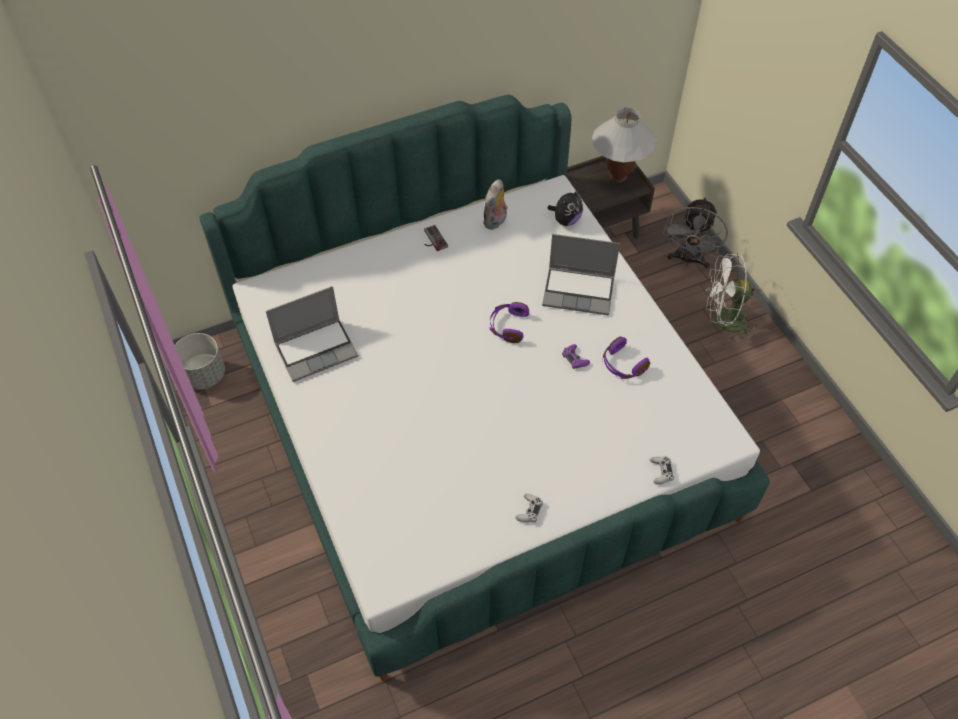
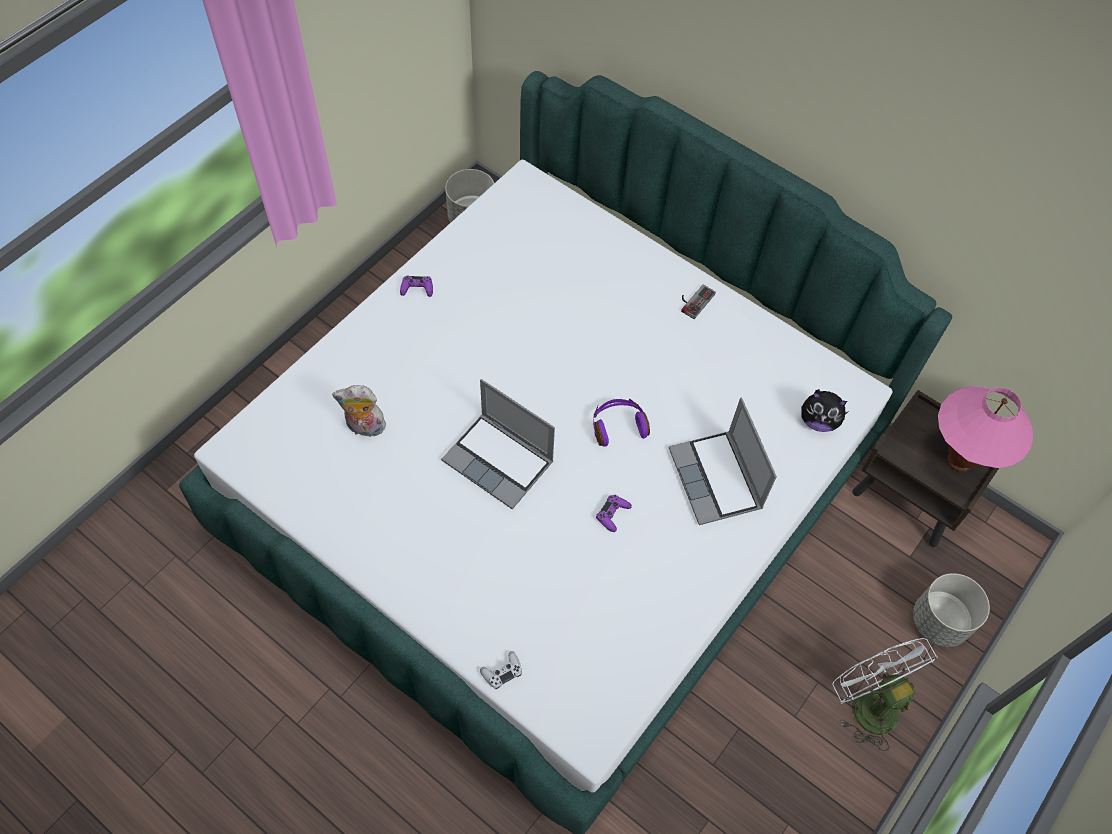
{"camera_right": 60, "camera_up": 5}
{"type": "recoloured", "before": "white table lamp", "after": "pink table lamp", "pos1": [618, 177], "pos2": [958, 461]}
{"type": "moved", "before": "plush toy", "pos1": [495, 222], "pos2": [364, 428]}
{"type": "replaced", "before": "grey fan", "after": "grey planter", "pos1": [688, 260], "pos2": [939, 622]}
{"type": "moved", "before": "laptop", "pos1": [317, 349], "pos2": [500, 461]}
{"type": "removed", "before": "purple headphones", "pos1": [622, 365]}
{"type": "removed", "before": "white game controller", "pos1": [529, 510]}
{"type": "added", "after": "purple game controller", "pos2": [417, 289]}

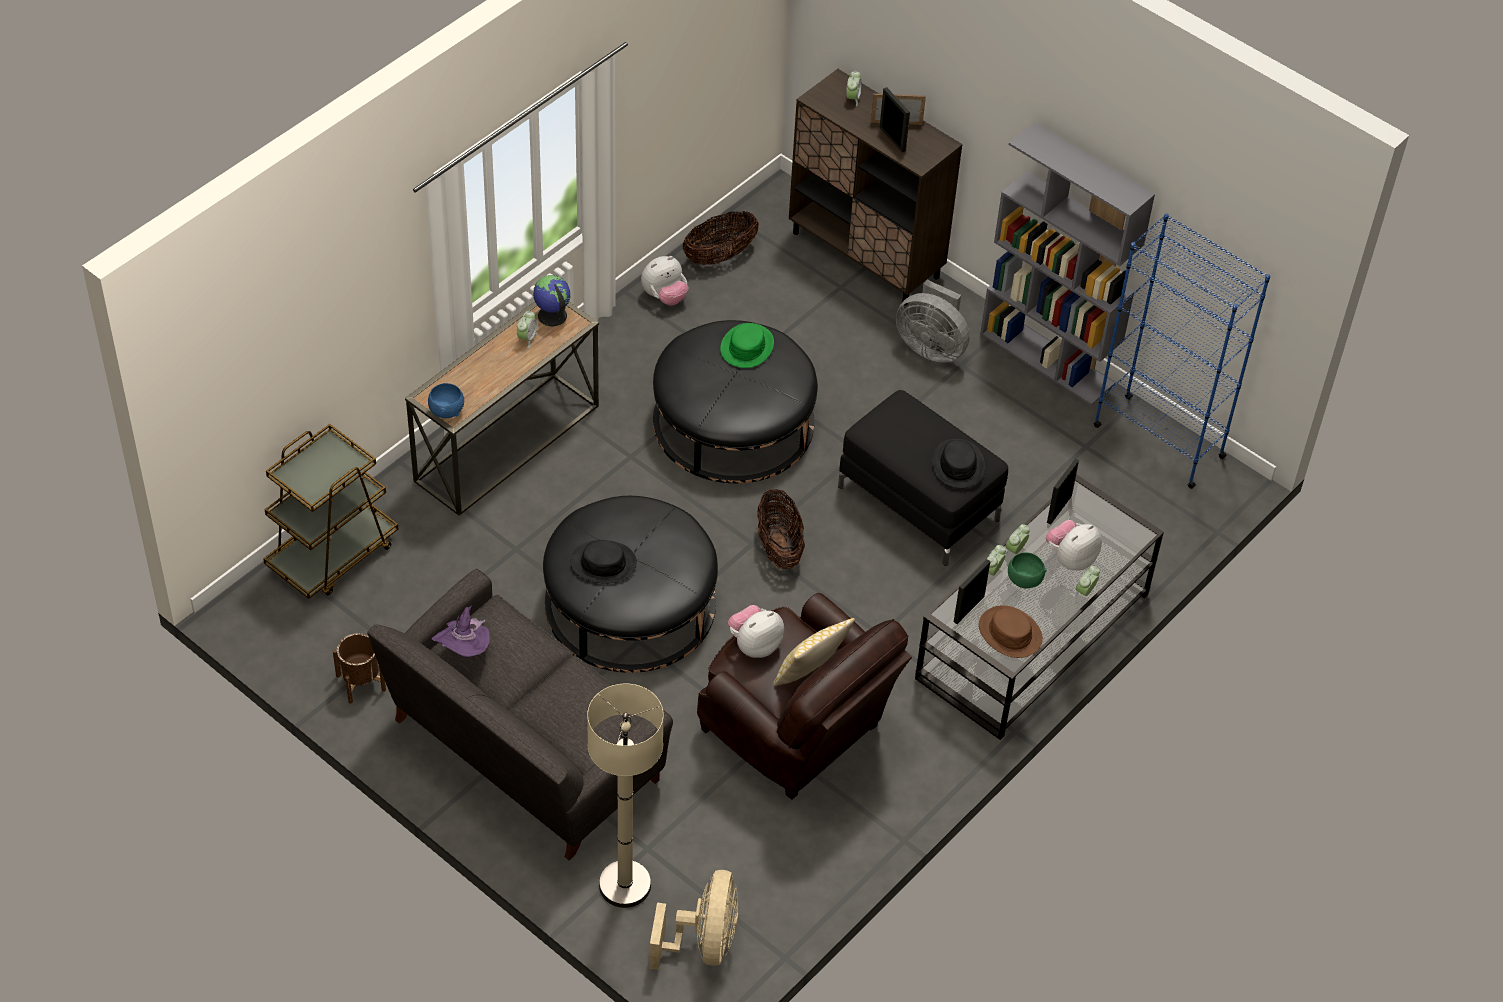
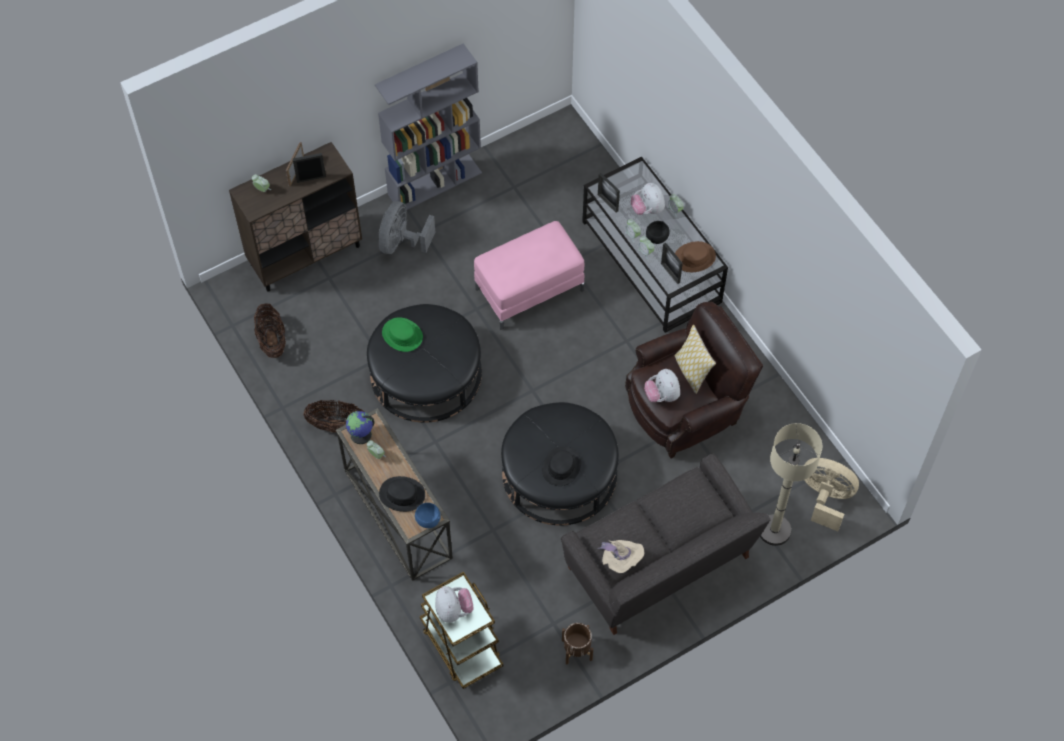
{"camera_right": -70, "camera_up": 10}
{"type": "removed", "before": "blue bookcase", "pos1": [1158, 440]}
{"type": "moved", "before": "plush toy", "pos1": [664, 297], "pos2": [453, 610]}
{"type": "turned", "before": "grey fan", "pos1": [931, 347], "pos2": [401, 243], "turn": 150}
{"type": "recoloured", "before": "black ottoman", "after": "pink ottoman", "pos1": [920, 503], "pos2": [529, 288]}
{"type": "moved", "before": "black hat", "pos1": [958, 465], "pos2": [402, 494]}
{"type": "moved", "before": "basket", "pos1": [779, 547], "pos2": [336, 425]}
{"type": "recoloured", "before": "green bowl", "after": "black bowl", "pos1": [1023, 580], "pos2": [656, 238]}
{"type": "recoloured", "before": "purple hat", "after": "beige hat", "pos1": [465, 649], "pos2": [621, 560]}

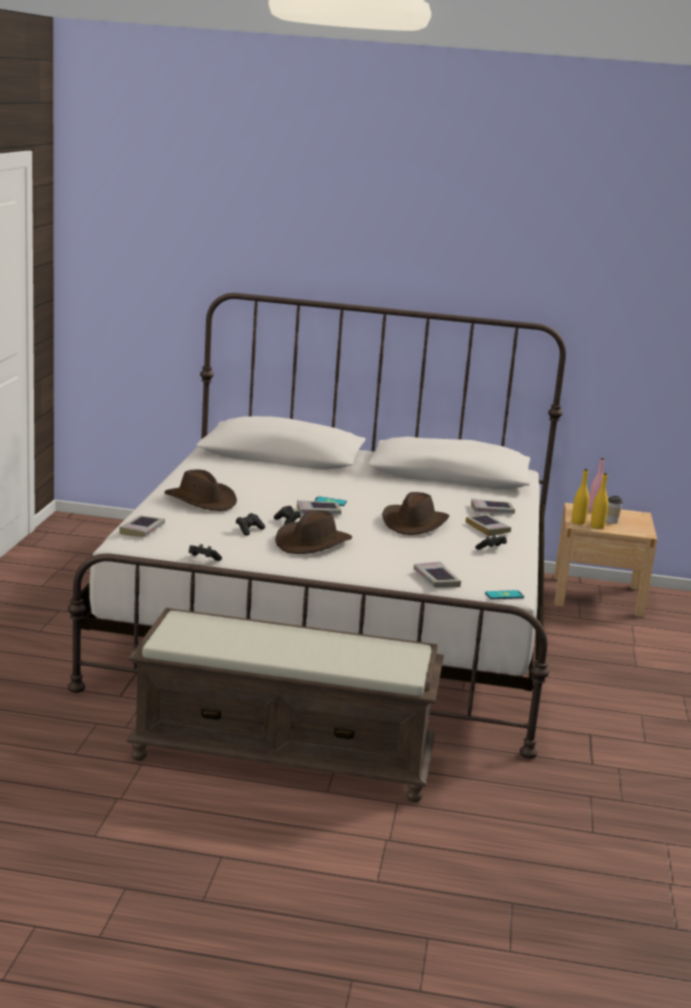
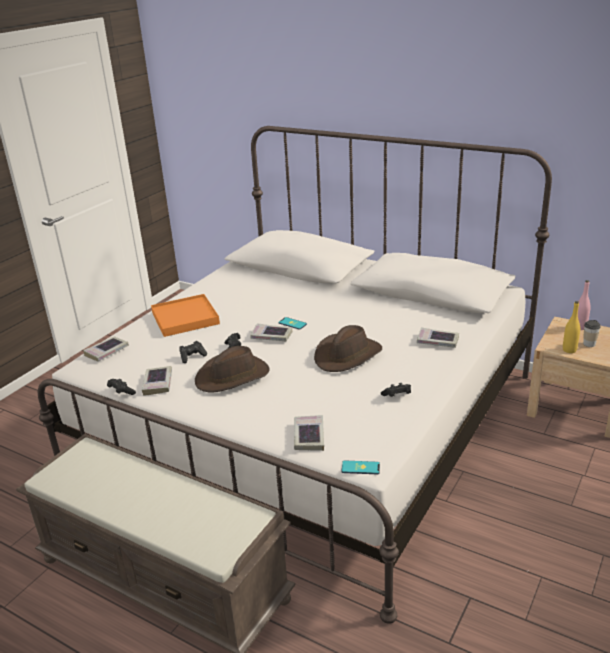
{"camera_right": 25, "camera_up": 10}
{"type": "removed", "before": "yellow bottle", "pos1": [578, 522]}
{"type": "replaced", "before": "brown hat", "after": "orange tray", "pos1": [201, 500], "pos2": [185, 318]}
{"type": "moved", "before": "book", "pos1": [487, 528], "pos2": [158, 383]}

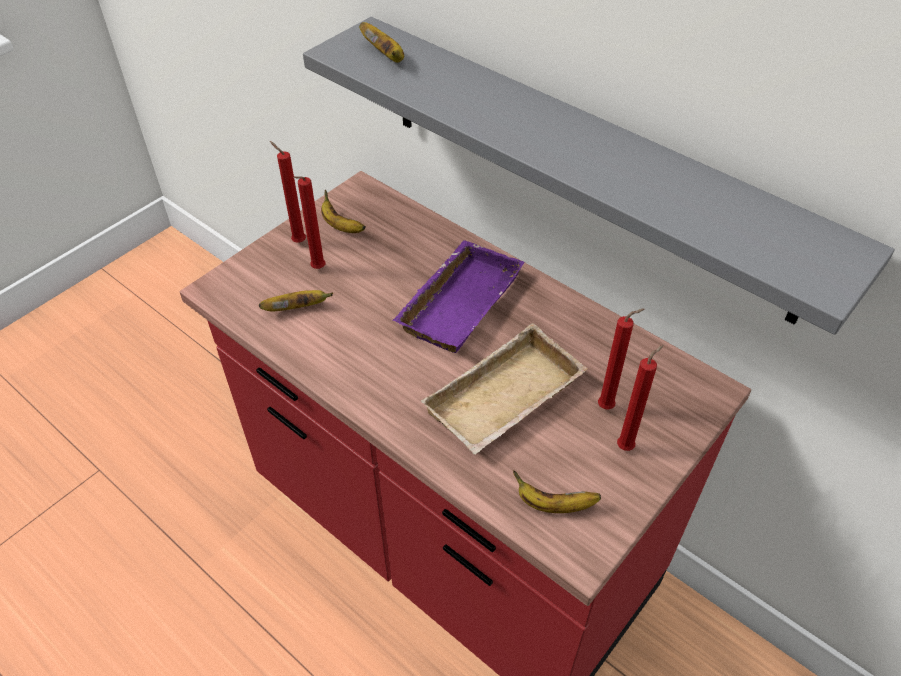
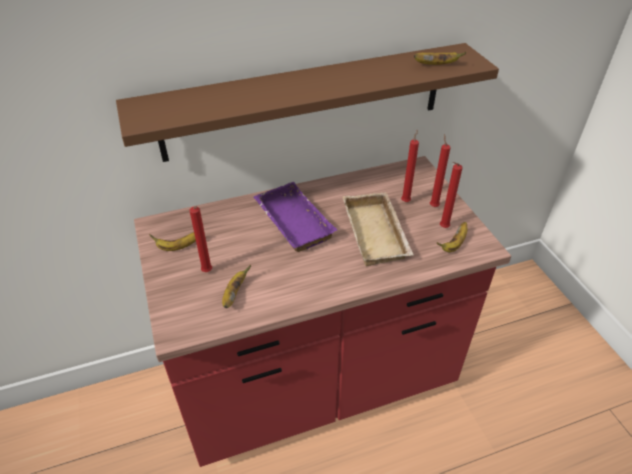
{"camera_right": -60, "camera_up": -5}
{"type": "recoloured", "before": "grey shelf", "after": "brown shelf", "pos1": [583, 164], "pos2": [305, 102]}
{"type": "moved", "before": "banana", "pos1": [385, 55], "pos2": [436, 65]}
{"type": "moved", "before": "red candle", "pos1": [297, 241], "pos2": [442, 228]}

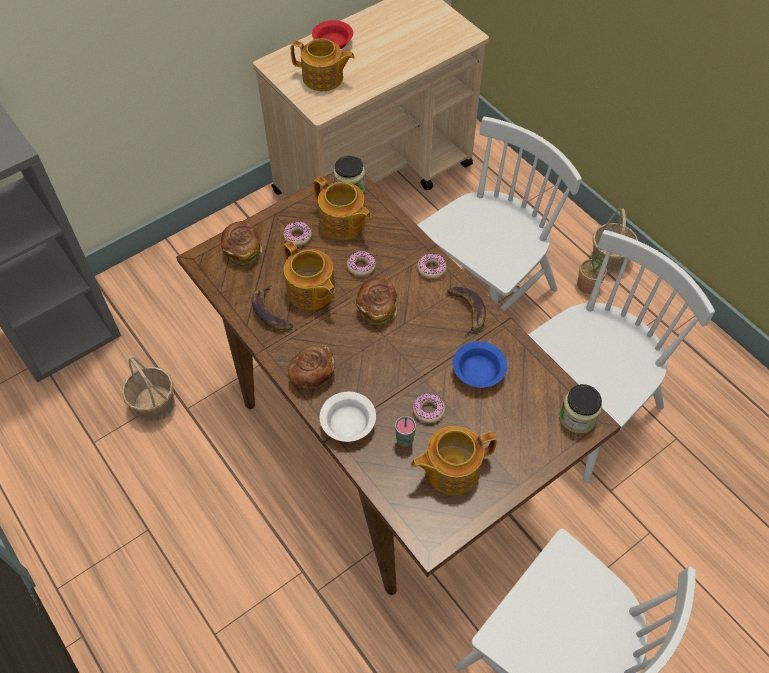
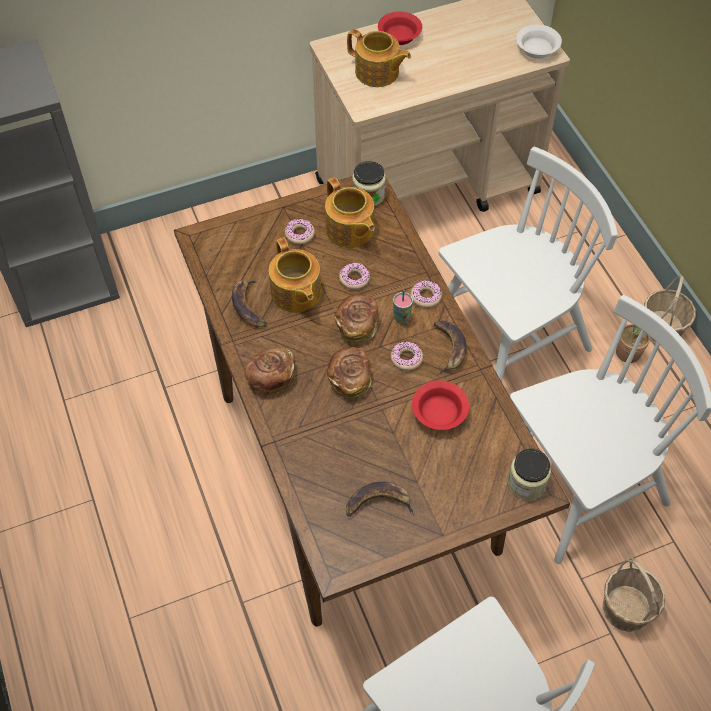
{"camera_right": 15, "camera_up": 0}
{"type": "moved", "before": "bread", "pos1": [242, 250], "pos2": [350, 379]}
{"type": "recoloured", "before": "blue bowl", "after": "red bowl", "pos1": [477, 372], "pos2": [438, 413]}
{"type": "moved", "before": "basket", "pos1": [154, 404], "pos2": [626, 608]}
{"type": "moved", "before": "white bowl", "pos1": [349, 423], "pos2": [538, 50]}
{"type": "moved", "before": "donut", "pos1": [428, 410], "pos2": [406, 358]}
{"type": "moved", "before": "cup", "pos1": [404, 440], "pos2": [401, 318]}
{"type": "replaced", "before": "teapot", "after": "banana", "pos1": [450, 469], "pos2": [379, 503]}

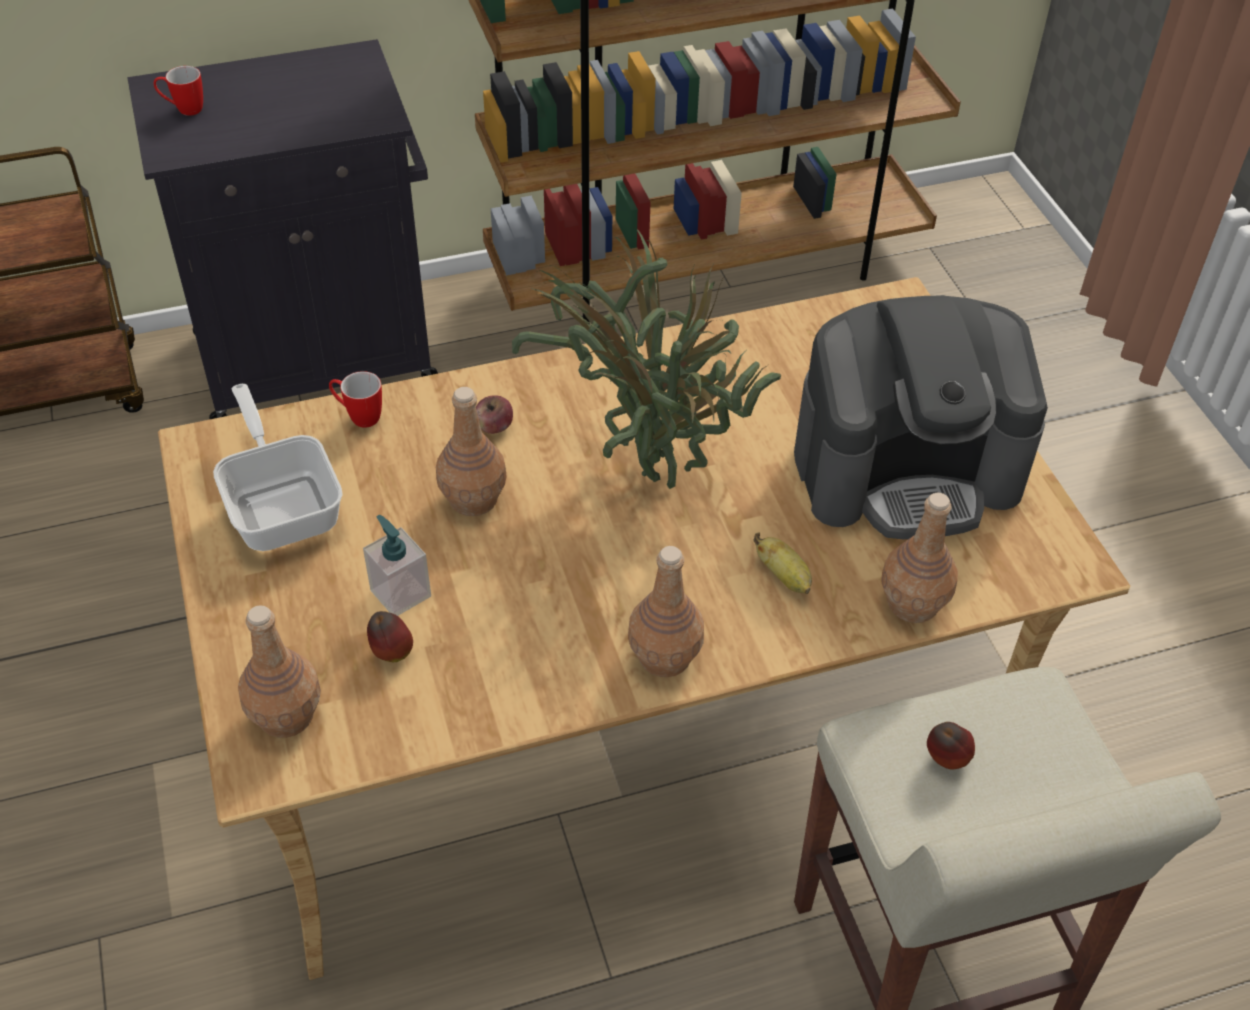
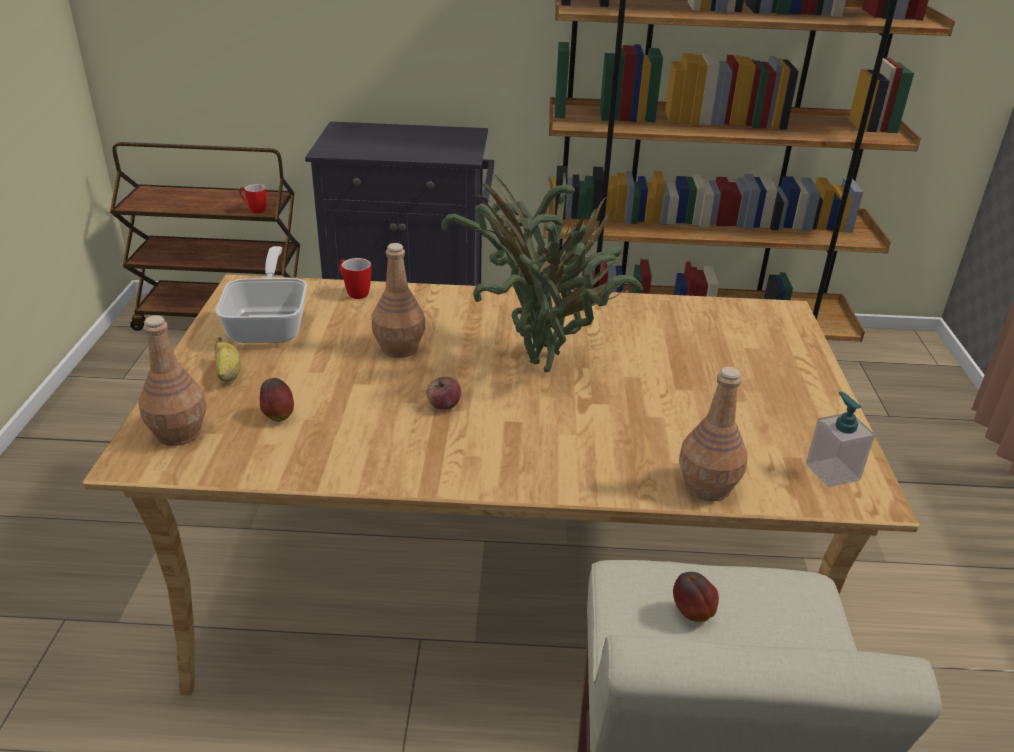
{"camera_right": 20, "camera_up": -15}
{"type": "moved", "before": "mug", "pos1": [183, 109], "pos2": [254, 210]}
{"type": "removed", "before": "coffee machine", "pos1": [907, 469]}
{"type": "moved", "before": "apple", "pos1": [494, 427], "pos2": [443, 405]}
{"type": "moved", "before": "soap dispenser", "pos1": [400, 593], "pos2": [832, 471]}
{"type": "moved", "before": "banana", "pos1": [784, 577], "pos2": [228, 374]}
{"type": "removed", "before": "brown bottle", "pos1": [663, 655]}

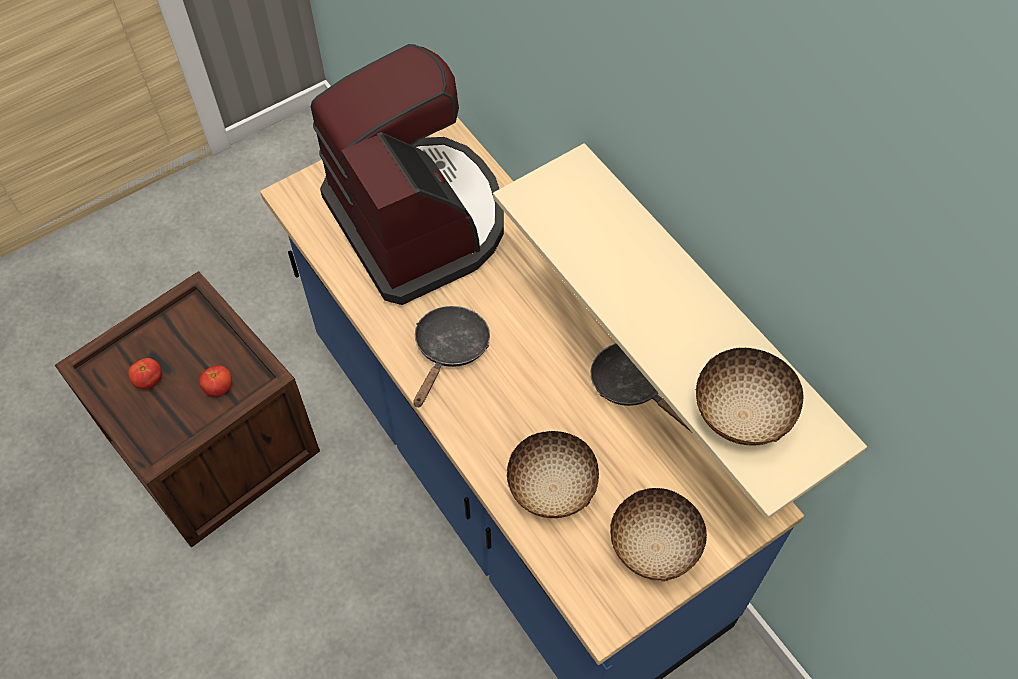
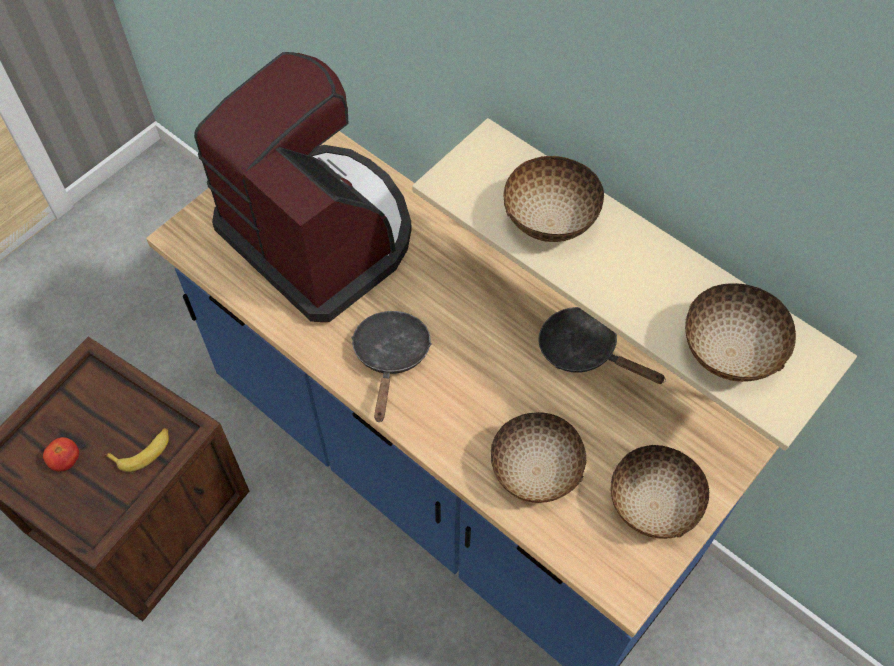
{"camera_right": -15, "camera_up": 0}
{"type": "replaced", "before": "tomato", "after": "banana", "pos1": [219, 388], "pos2": [143, 451]}
{"type": "added", "after": "bowl", "pos2": [550, 220]}

